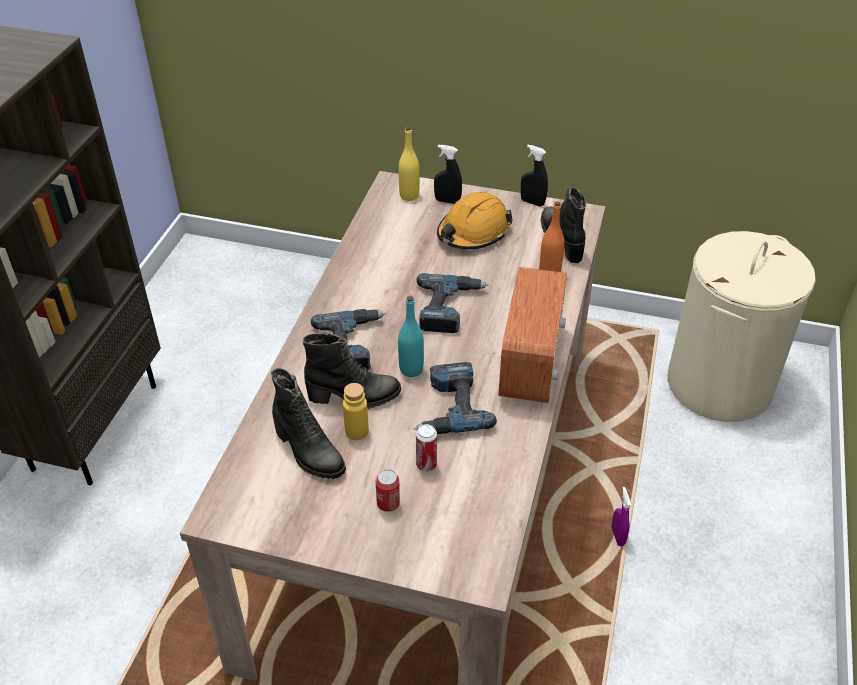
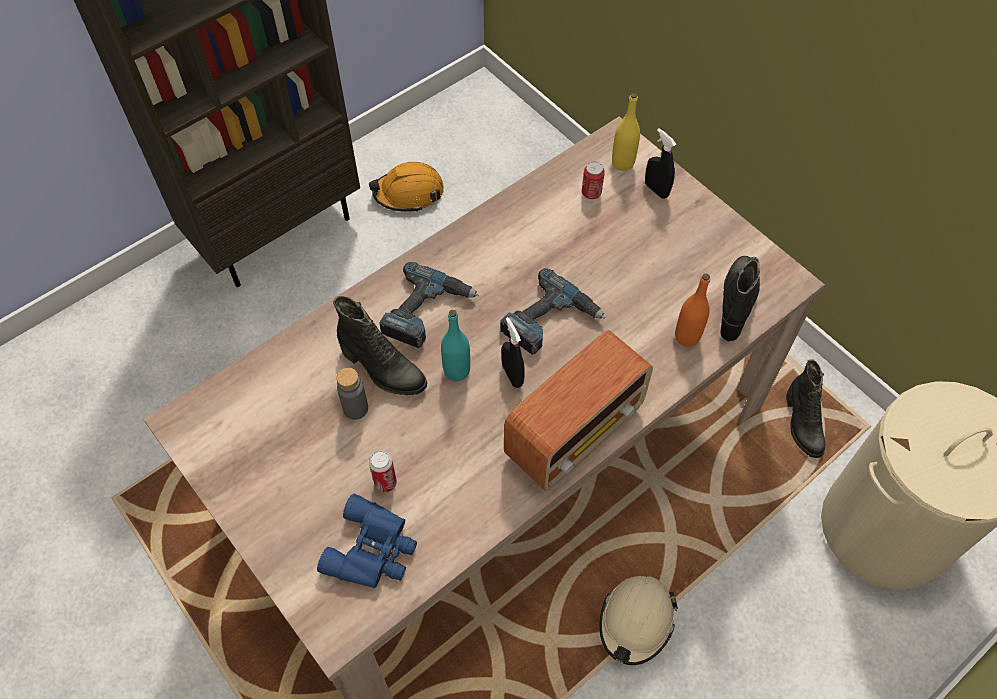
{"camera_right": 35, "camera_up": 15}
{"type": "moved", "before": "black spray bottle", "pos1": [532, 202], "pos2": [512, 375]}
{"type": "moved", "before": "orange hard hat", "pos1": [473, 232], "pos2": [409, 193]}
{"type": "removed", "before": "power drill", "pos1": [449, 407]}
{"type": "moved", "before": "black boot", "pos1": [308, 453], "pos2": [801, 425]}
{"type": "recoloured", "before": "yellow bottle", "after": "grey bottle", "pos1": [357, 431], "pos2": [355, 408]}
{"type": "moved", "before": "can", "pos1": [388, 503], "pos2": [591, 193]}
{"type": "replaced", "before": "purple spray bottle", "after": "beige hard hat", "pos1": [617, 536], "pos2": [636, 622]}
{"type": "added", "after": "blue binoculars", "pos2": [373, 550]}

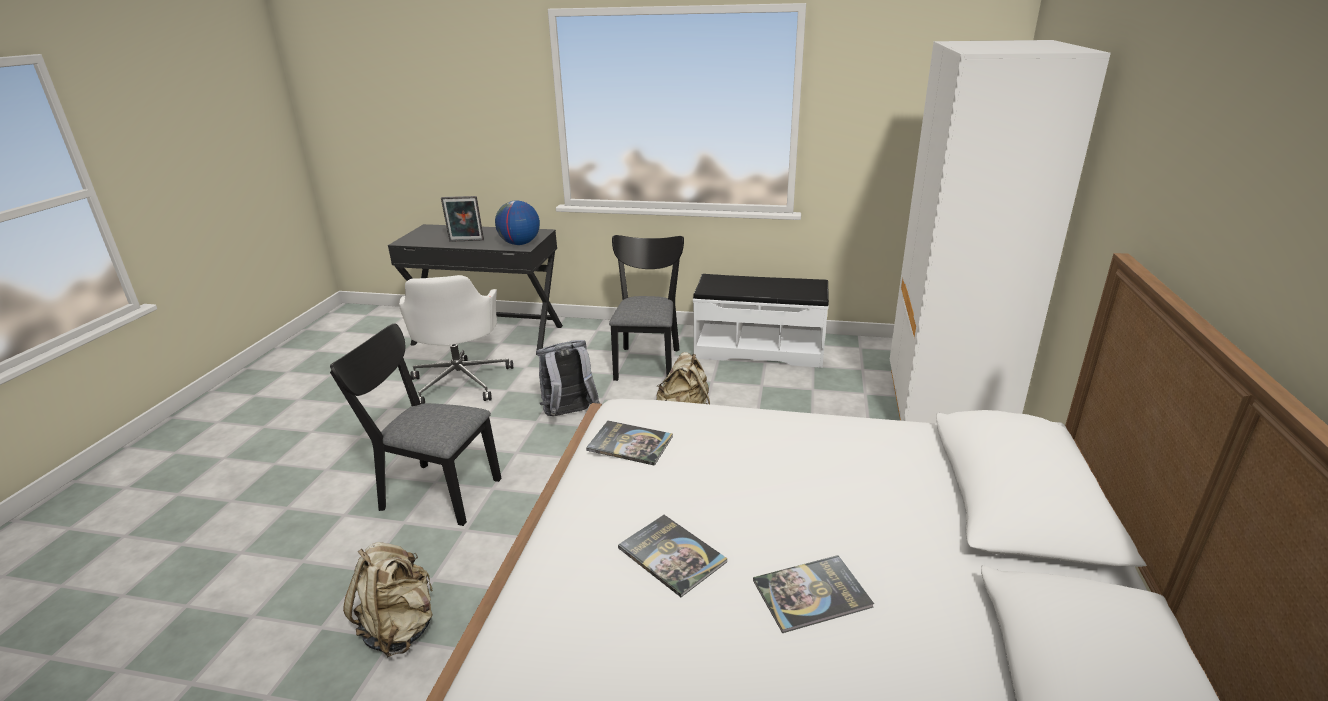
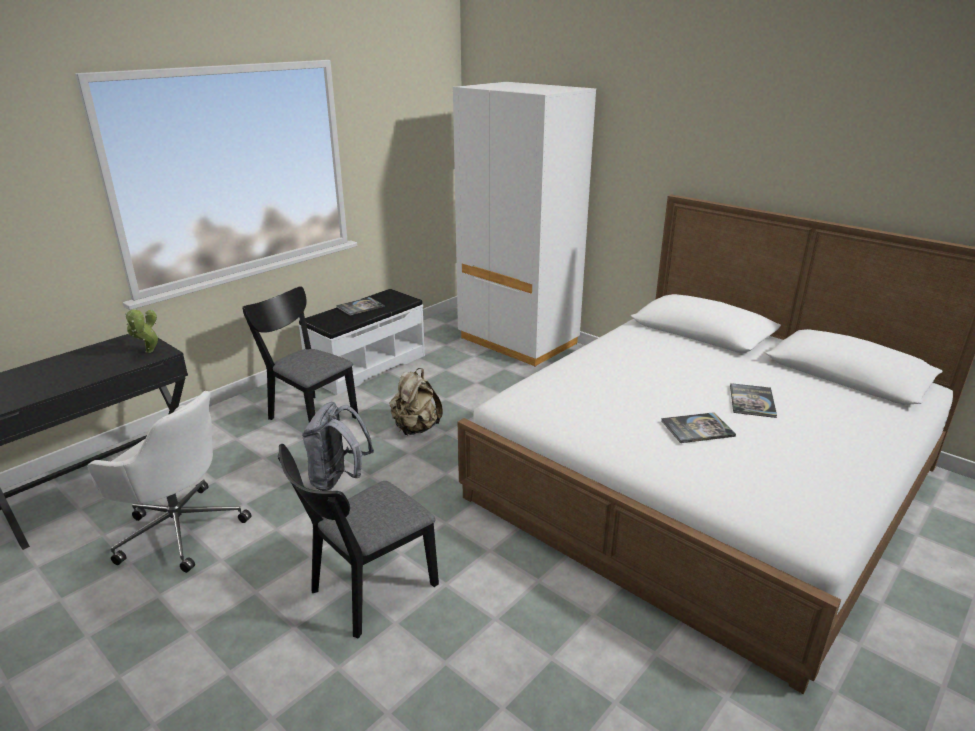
{"camera_right": -60, "camera_up": 0}
{"type": "removed", "before": "picture frame", "pos1": [466, 241]}
{"type": "replaced", "before": "globe", "after": "potted plant", "pos1": [519, 244], "pos2": [149, 352]}
{"type": "moved", "before": "book", "pos1": [630, 444], "pos2": [360, 307]}
{"type": "removed", "before": "beige backpack", "pos1": [400, 628]}

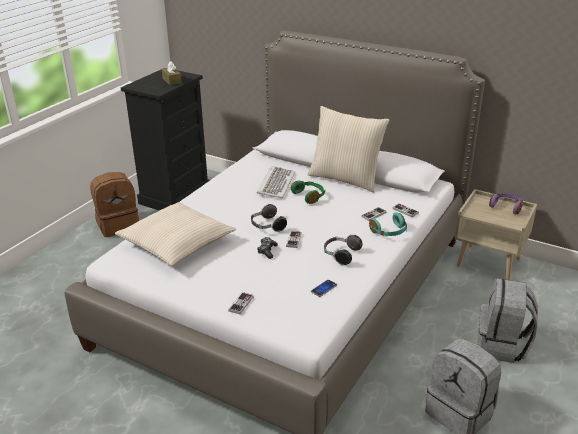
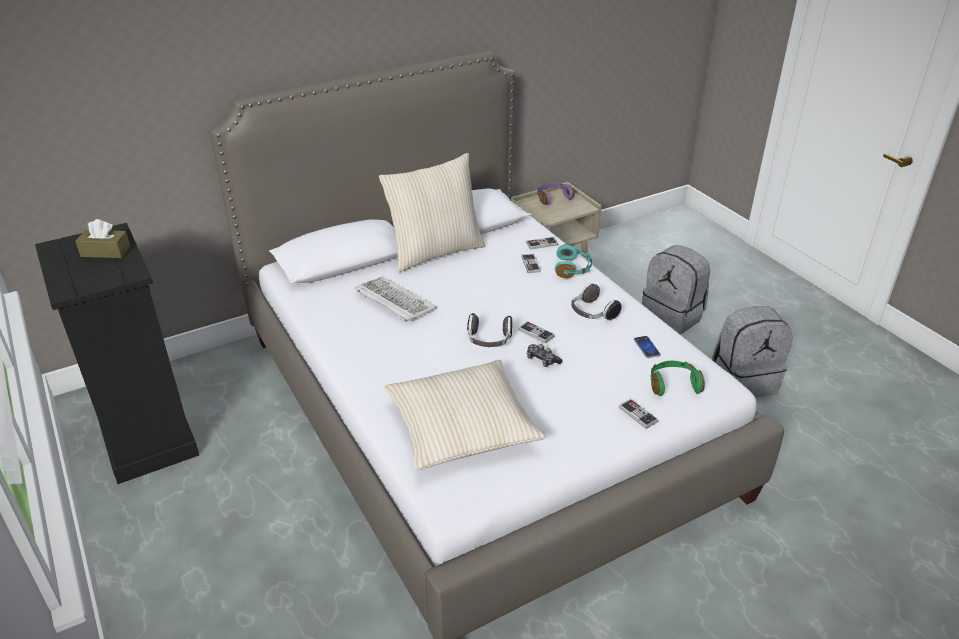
{"camera_right": -60, "camera_up": 5}
{"type": "removed", "before": "brown backpack", "pos1": [118, 225]}
{"type": "moved", "before": "green headphones", "pos1": [309, 196], "pos2": [673, 384]}

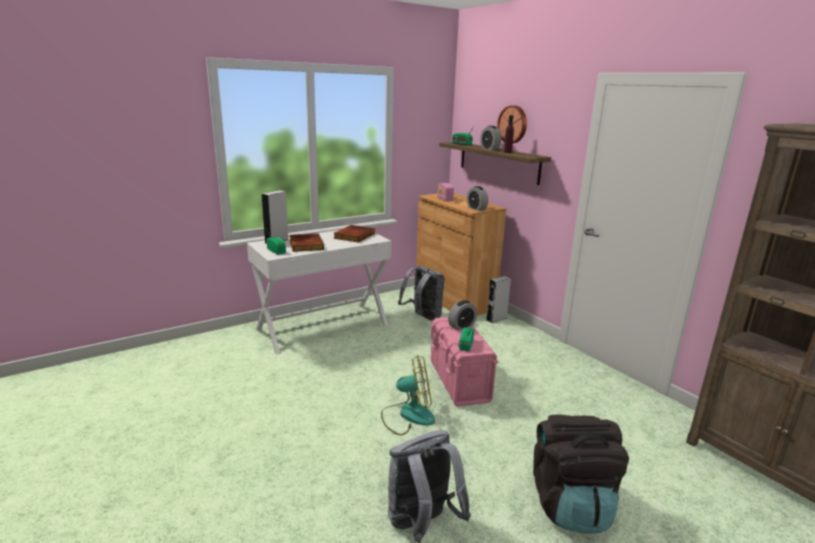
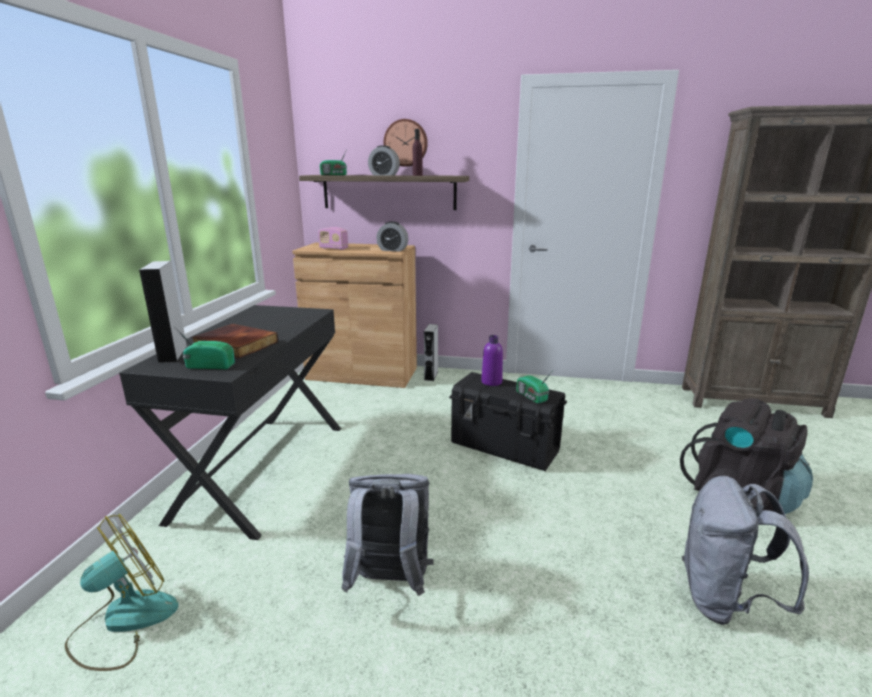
{"camera_right": -45, "camera_up": 0}
{"type": "removed", "before": "book", "pos1": [354, 235]}
{"type": "recoloured", "before": "white desk", "after": "black desk", "pos1": [323, 326], "pos2": [262, 469]}
{"type": "moved", "before": "grey backpack", "pos1": [422, 317], "pos2": [389, 582]}
{"type": "replaced", "before": "alarm clock", "after": "purple bottle", "pos1": [461, 326], "pos2": [491, 382]}
{"type": "recoloured", "before": "pink storage box", "after": "black storage box", "pos1": [459, 381], "pos2": [505, 447]}
{"type": "moved", "before": "fan", "pos1": [408, 415], "pos2": [123, 622]}

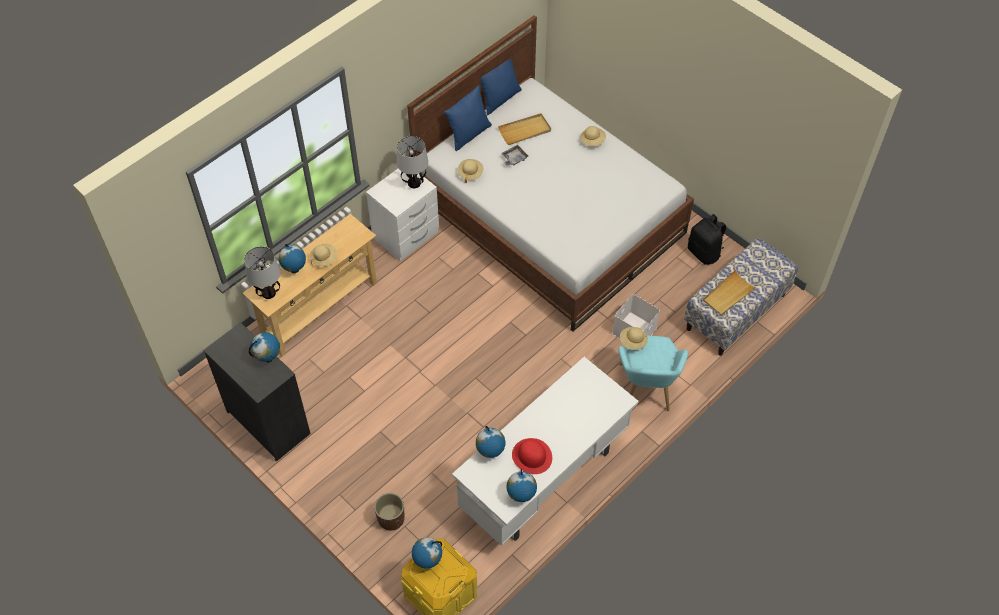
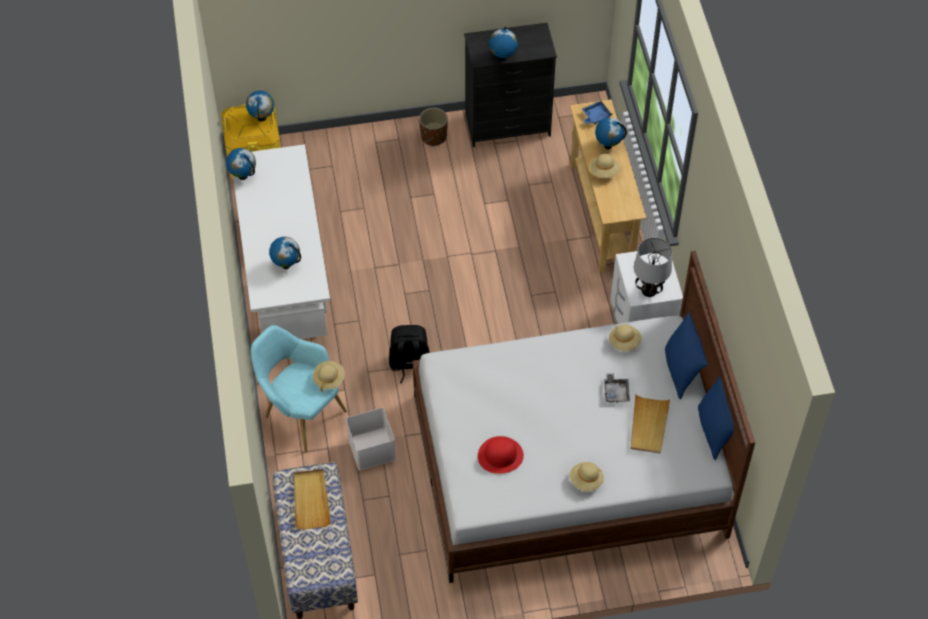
{"camera_right": 125, "camera_up": 0}
{"type": "moved", "before": "black backpack", "pos1": [704, 252], "pos2": [409, 364]}
{"type": "replaced", "before": "table lamp", "after": "blue tray", "pos1": [269, 293], "pos2": [595, 116]}
{"type": "moved", "before": "globe", "pos1": [490, 453], "pos2": [286, 265]}
{"type": "moved", "before": "red hat", "pos1": [532, 456], "pos2": [500, 455]}
{"type": "moved", "before": "brown planter", "pos1": [391, 519], "pos2": [434, 136]}

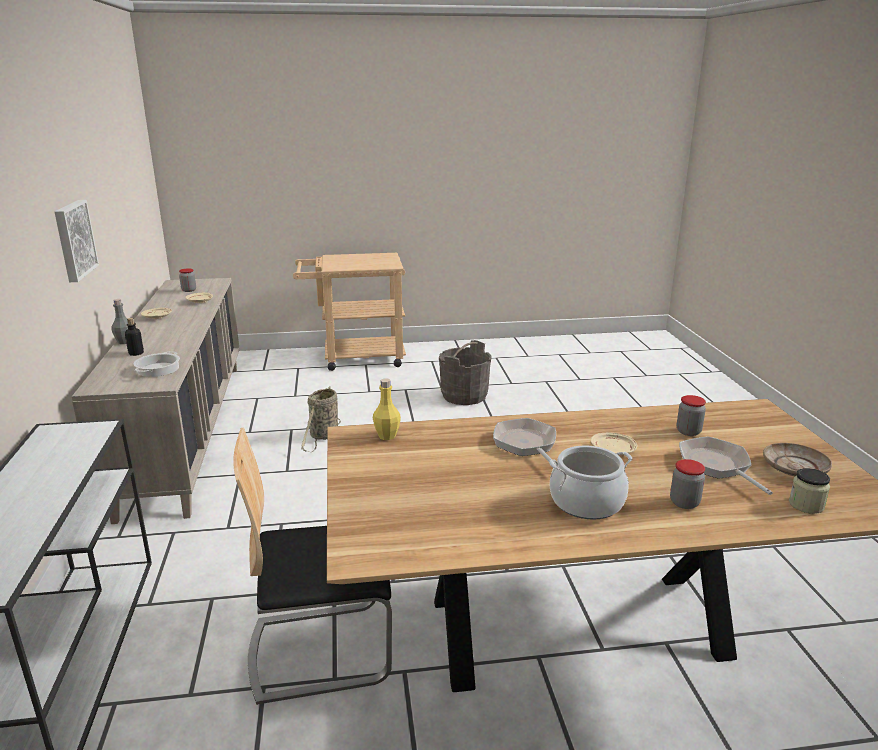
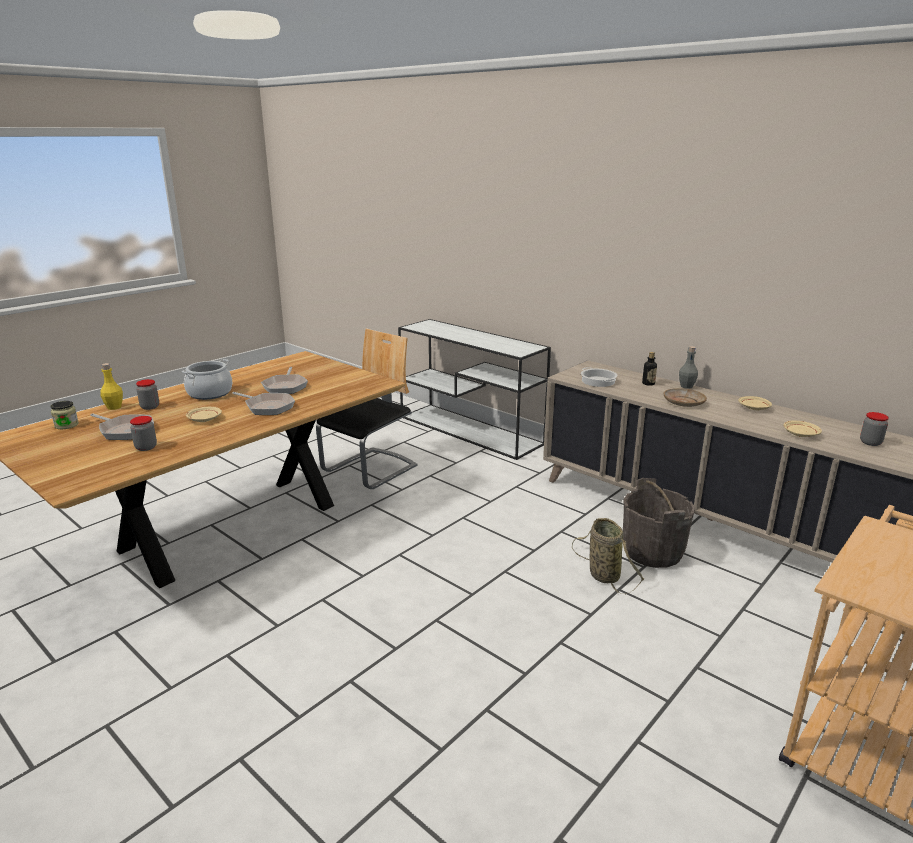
{"camera_right": 140, "camera_up": 0}
{"type": "removed", "before": "picture", "pos1": [73, 240]}
{"type": "moved", "before": "grey bucket", "pos1": [464, 396], "pos2": [653, 551]}
{"type": "moved", "before": "yellow bottle", "pos1": [387, 436], "pos2": [114, 407]}
{"type": "moved", "before": "beige plate", "pos1": [794, 468], "pos2": [683, 402]}
{"type": "added", "after": "frying pan", "pos2": [285, 386]}

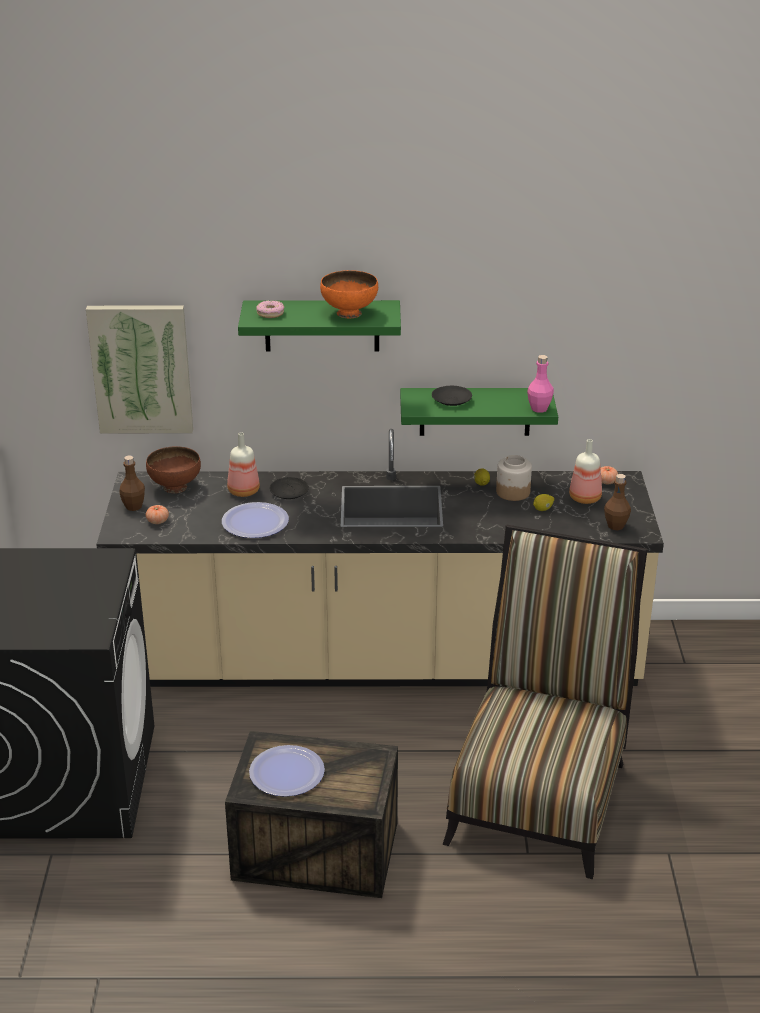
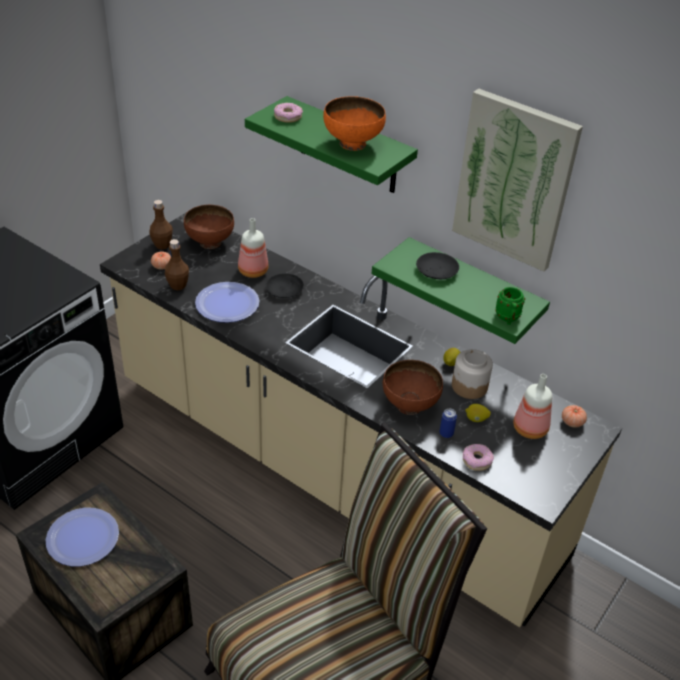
{"camera_right": 35, "camera_up": 10}
{"type": "moved", "before": "picture", "pos1": [141, 369], "pos2": [514, 180]}
{"type": "replaced", "before": "pink bottle", "after": "green mug", "pos1": [539, 409], "pos2": [507, 319]}
{"type": "moved", "before": "brown bottle", "pos1": [615, 526], "pos2": [178, 285]}
{"type": "added", "after": "brown bowl", "pos2": [410, 406]}
{"type": "added", "after": "can", "pos2": [446, 433]}
{"type": "added", "after": "donut", "pos2": [477, 460]}

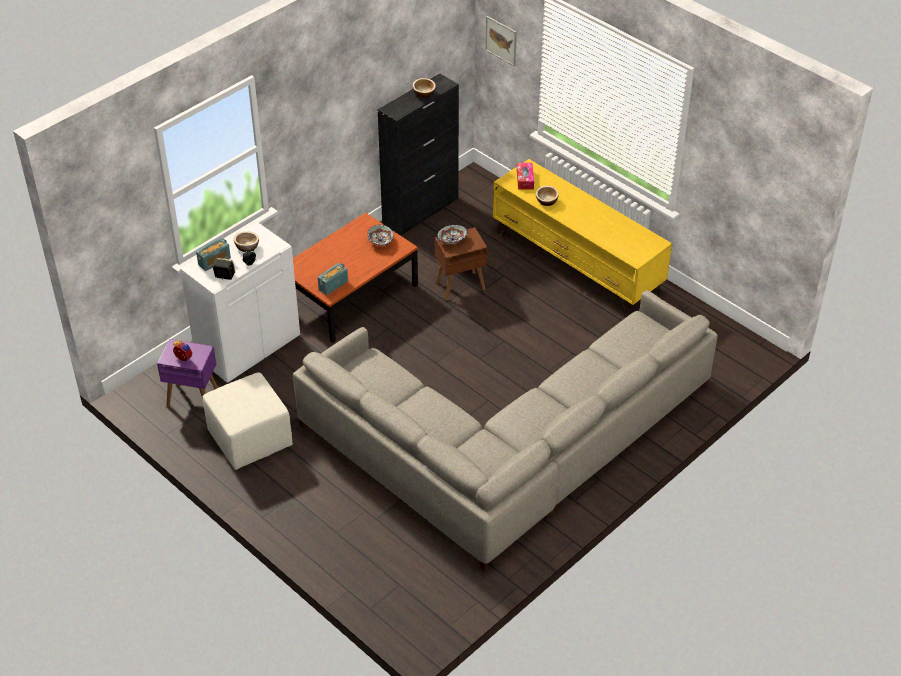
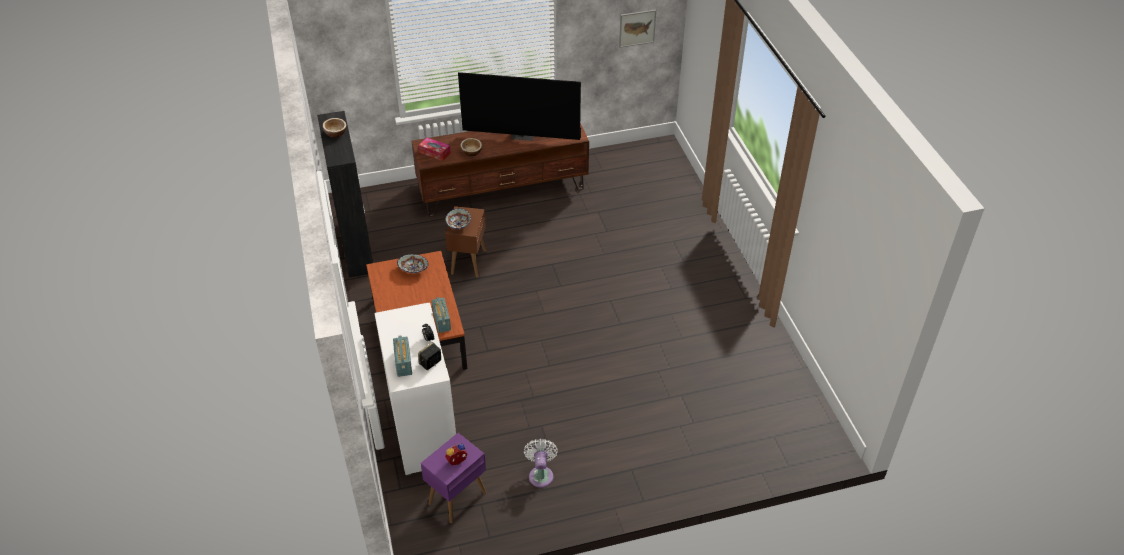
{"camera_right": -60, "camera_up": 0}
{"type": "moved", "before": "picture", "pos1": [501, 40], "pos2": [637, 28]}
{"type": "recoloured", "before": "yellow tv stand", "after": "brown tv stand", "pos1": [577, 265], "pos2": [503, 190]}
{"type": "removed", "before": "bowl", "pos1": [247, 247]}
{"type": "removed", "before": "grey sofa", "pos1": [508, 446]}
{"type": "replaced", "before": "beige ottoman", "after": "white fan", "pos1": [249, 439], "pos2": [541, 474]}
{"type": "added", "after": "television", "pos2": [523, 135]}

